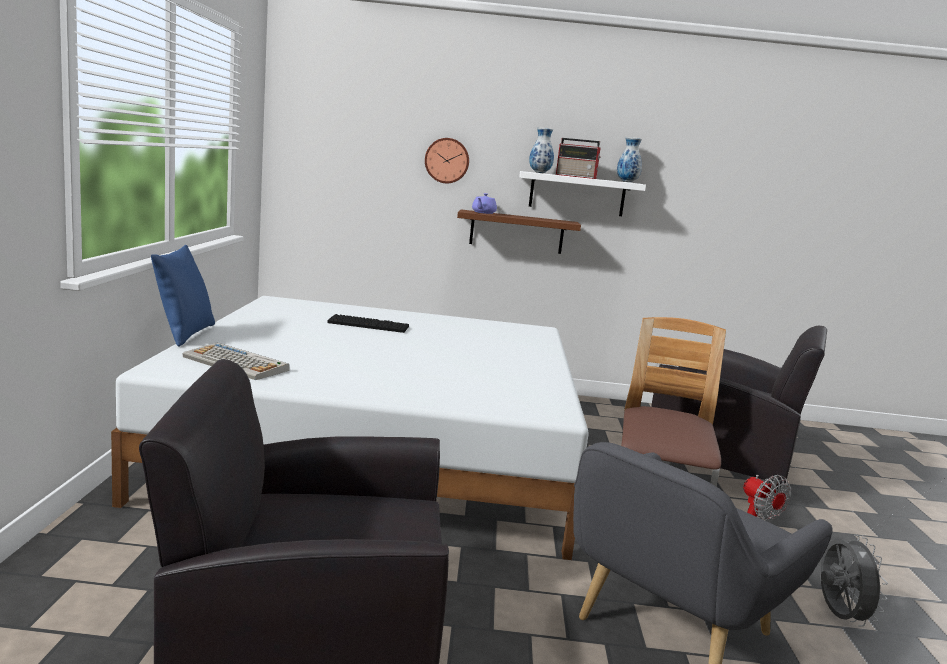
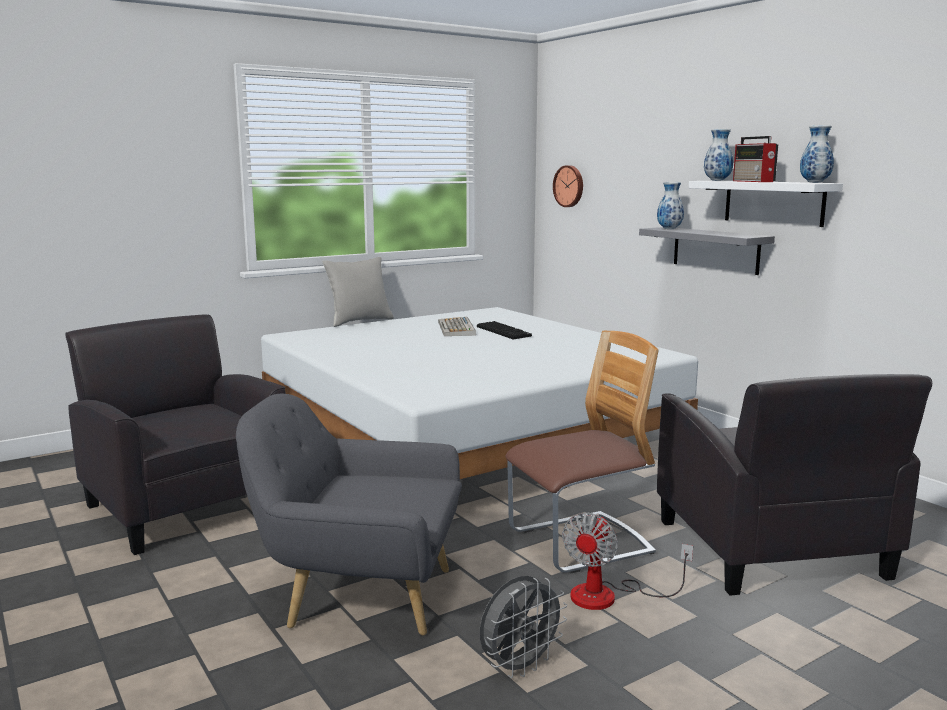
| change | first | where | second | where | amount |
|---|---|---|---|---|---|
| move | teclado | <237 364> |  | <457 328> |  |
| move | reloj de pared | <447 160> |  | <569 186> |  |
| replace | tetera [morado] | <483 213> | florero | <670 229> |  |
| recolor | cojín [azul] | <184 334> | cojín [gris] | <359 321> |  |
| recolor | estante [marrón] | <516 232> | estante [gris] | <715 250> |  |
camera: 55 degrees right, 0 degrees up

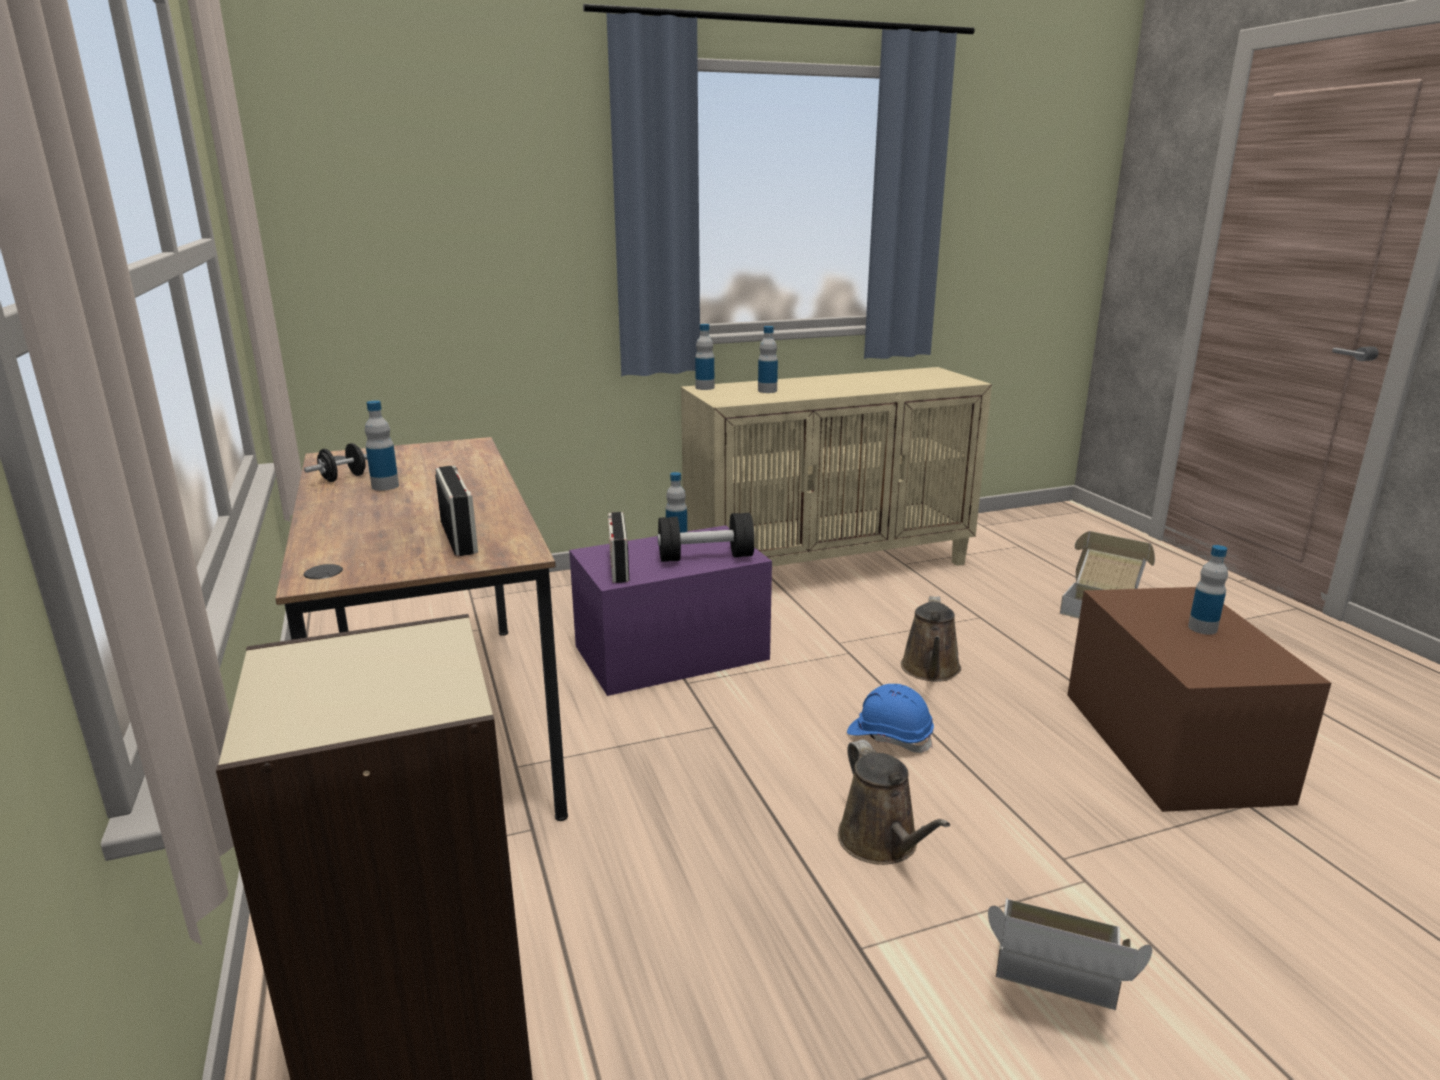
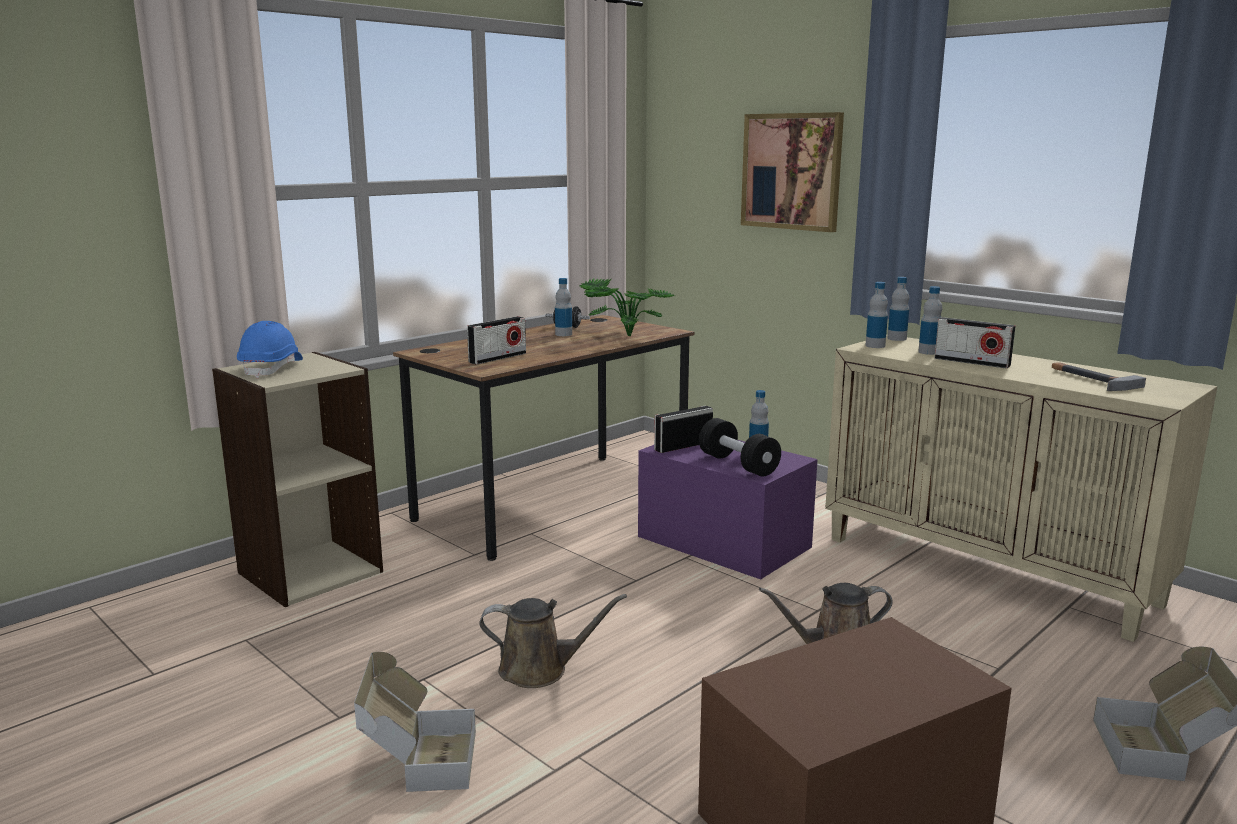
| change | first | where | second | where | amount |
|---|---|---|---|---|---|
| insert |  |  | planta en maceta | <623 336> |  |
| insert |  |  | cuadro | <791 171> |  |
| insert |  |  | radio | <971 362> |  |
| insert |  |  | martillo | <1089 379> |  |
| move | casco [azul] | <889 737> |  | <272 369> |  |
| move | botella | <1202 628> |  | <875 346> |  |
| rotate | regadera [marrón] | <882 843> |  | <540 670> | 135 degrees counterclockwise |
camera: 65 degrees right, 5 degrees down

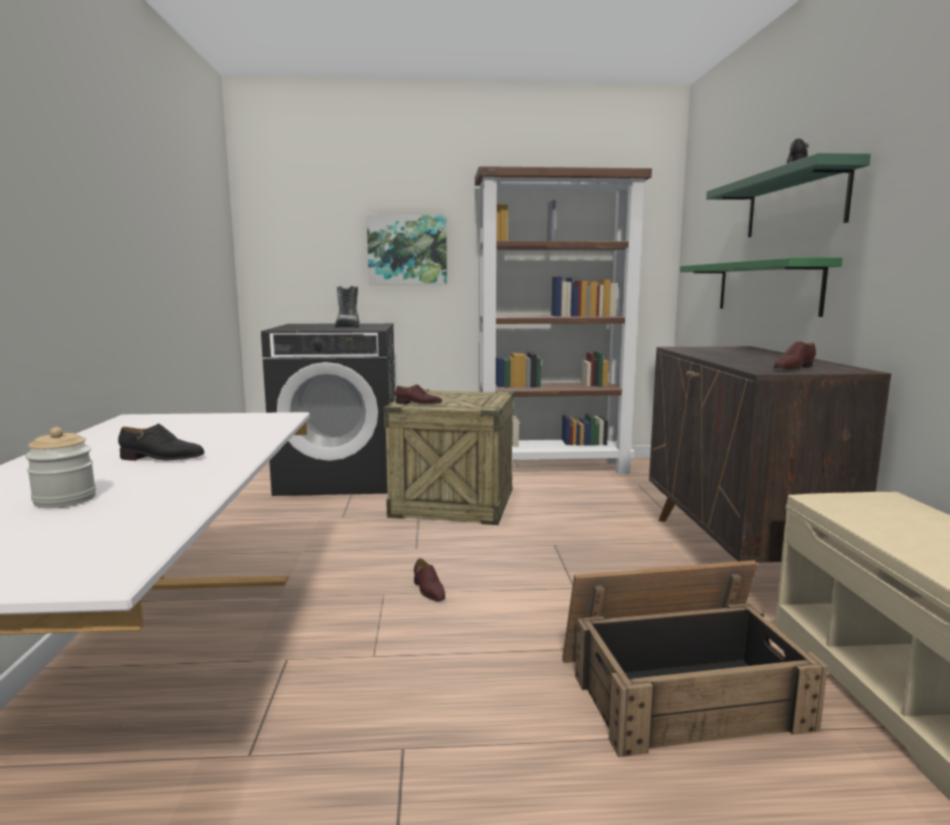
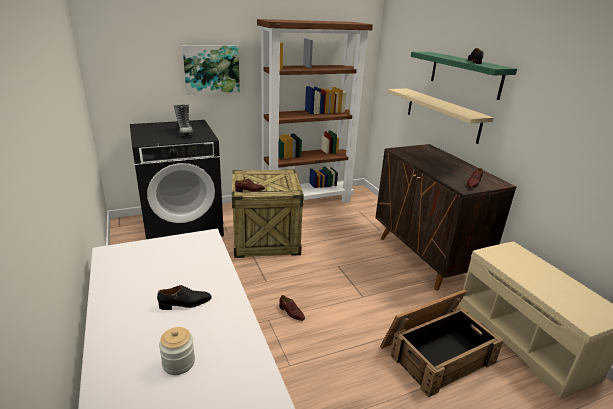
| change | first | where | second | where | amount |
|---|---|---|---|---|---|
| recolor | estante [verde] | <766 287> | estante [beis] | <442 114> |  |
camera: 20 degrees left, 15 degrees up

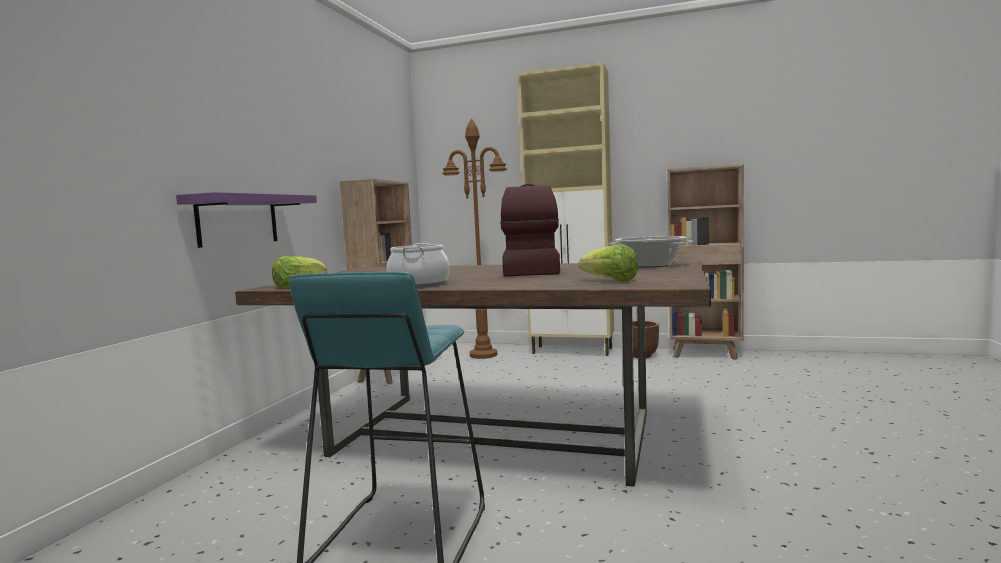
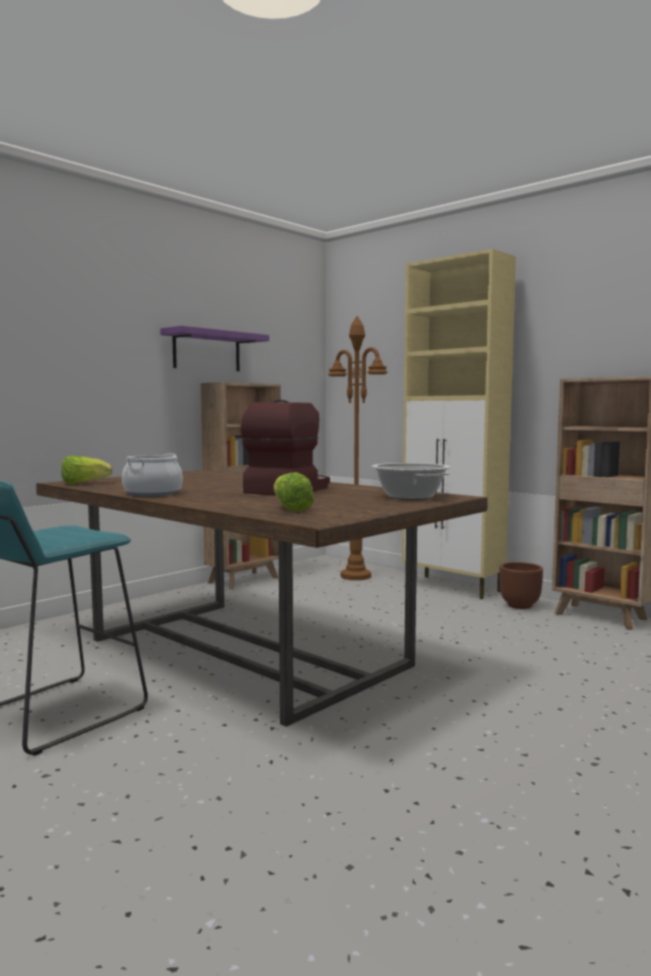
| change | first | where | second | where | amount |
|---|---|---|---|---|---|
| move | estante [morado] | <238 220> |  | <207 351> |  |
camera: 25 degrees right, 0 degrees up

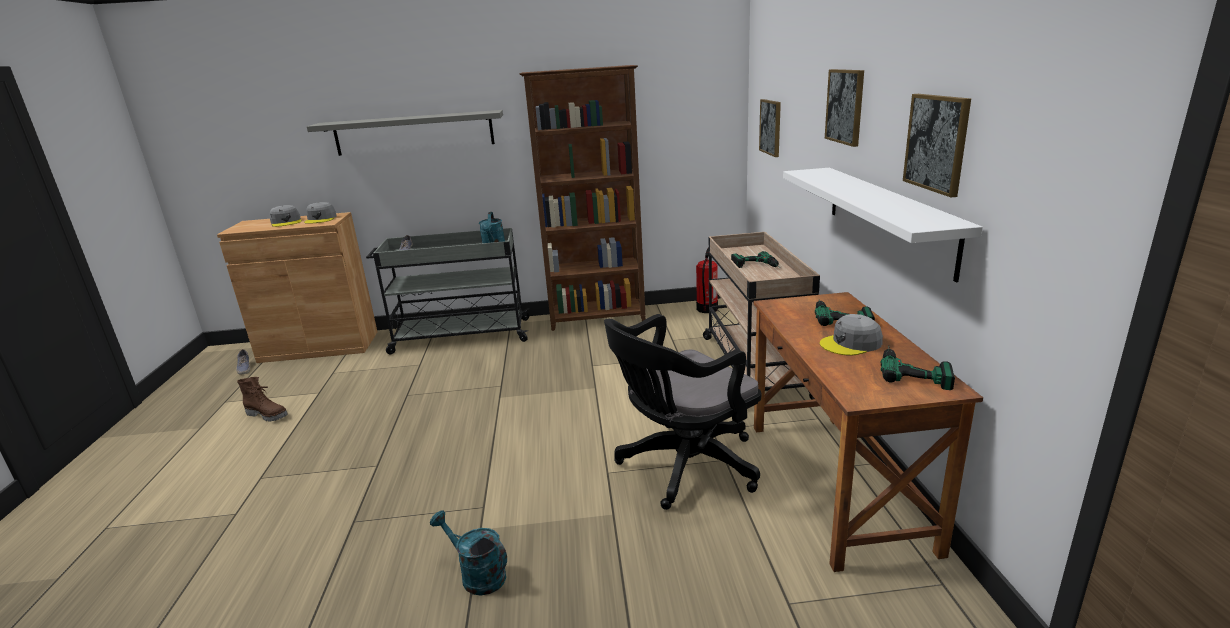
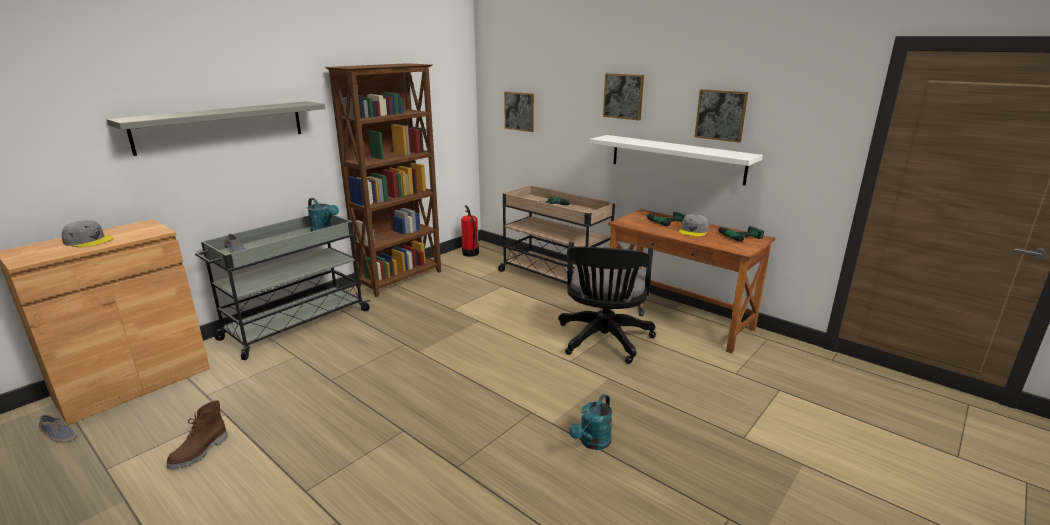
| change | first | where | second | where | amount |
|---|---|---|---|---|---|
| delete | gorra [gris] | <321 219> |  |  |  |
| rotate | bota [marrón] | <268 415> |  | <200 452> | 135 degrees clockwise |
| rotate | regadera [turquesa] | <477 575> |  | <592 443> | 45 degrees counterclockwise |
camera: 45 degrees left, 0 degrees up

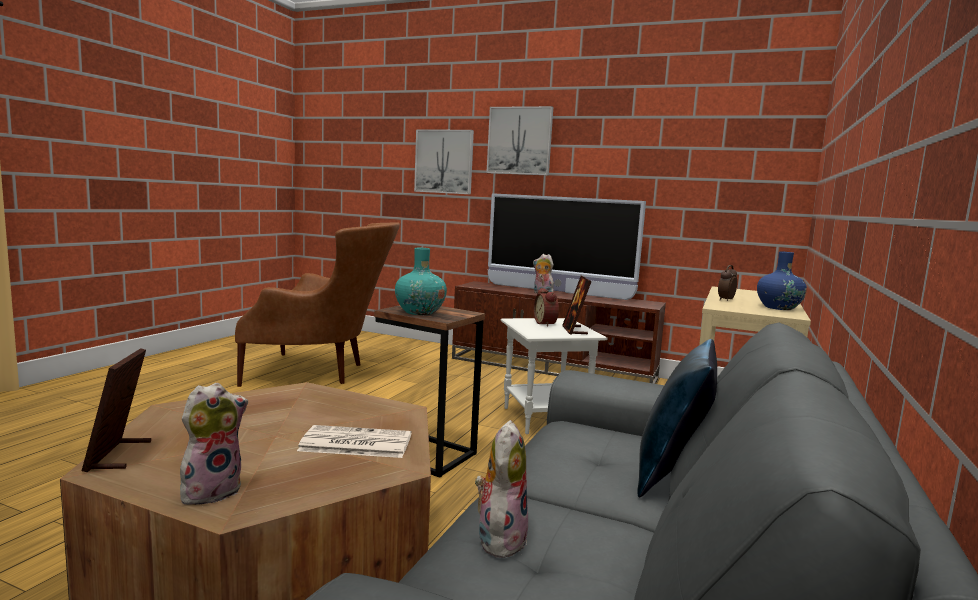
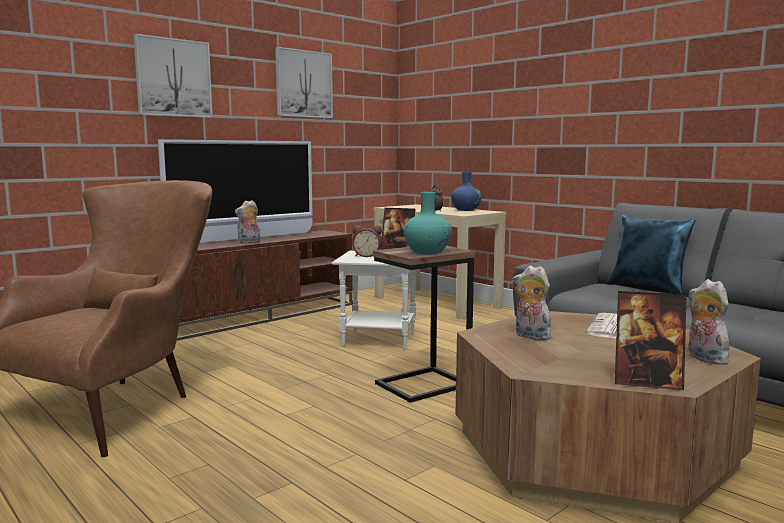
| change | first | where | second | where | amount |
|---|---|---|---|---|---|
| move | cuadro | <444 161> |  | <303 84> |  |
| move | peluche | <499 538> |  | <530 336> |  |
camera: 65 degrees left, 0 degrees up

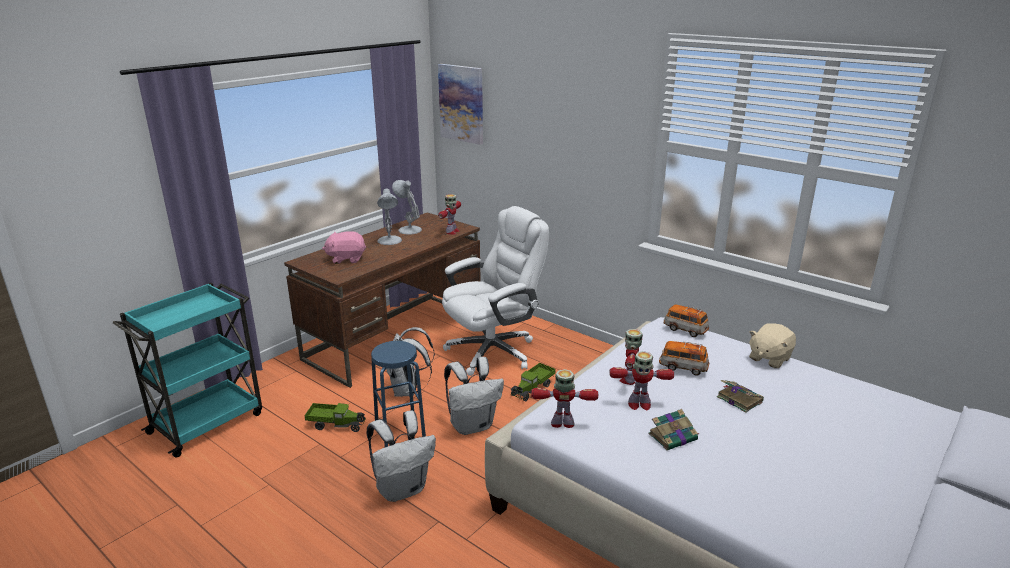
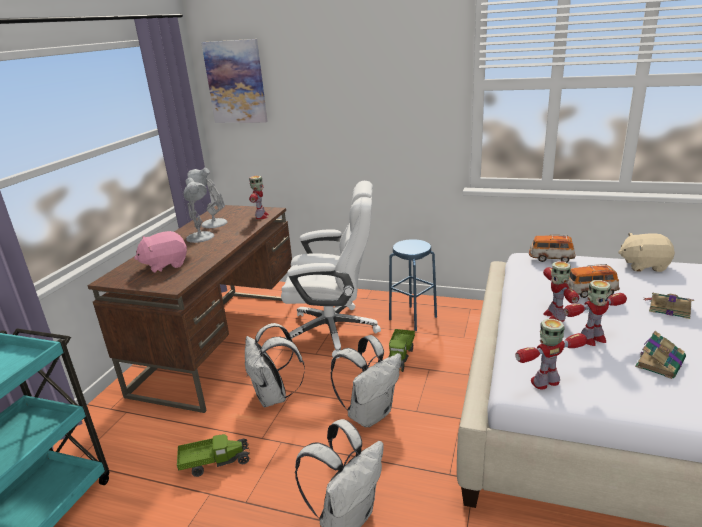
| change | first | where | second | where | amount |
|---|---|---|---|---|---|
| move | taburete [azul] | <400 431> |  | <413 318> |  |
| rotate | silla de oficina [blanco] | <493 351> |  | <334 330> | 60 degrees clockwise |
| rotate | peluche [beis] | <769 358> |  | <643 265> | 75 degrees clockwise |
camera: 20 degrees left, 0 degrees up

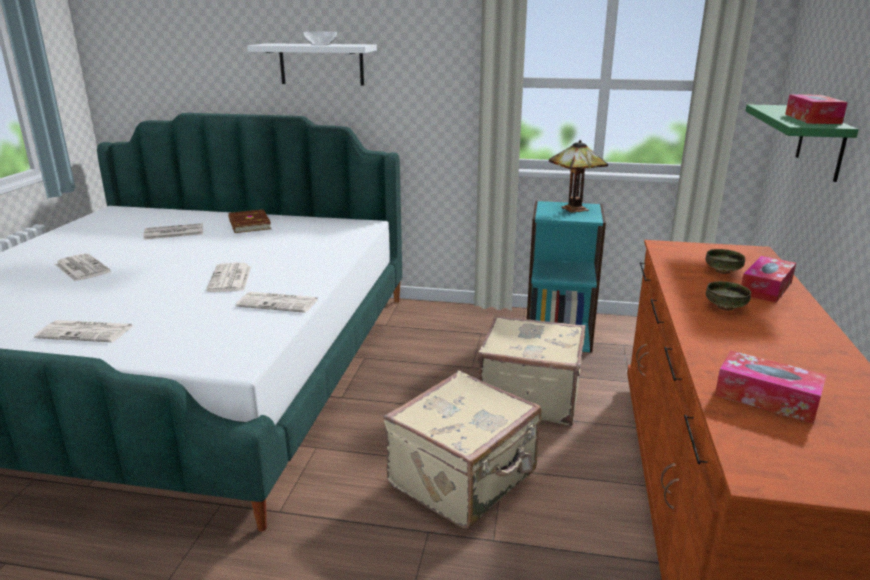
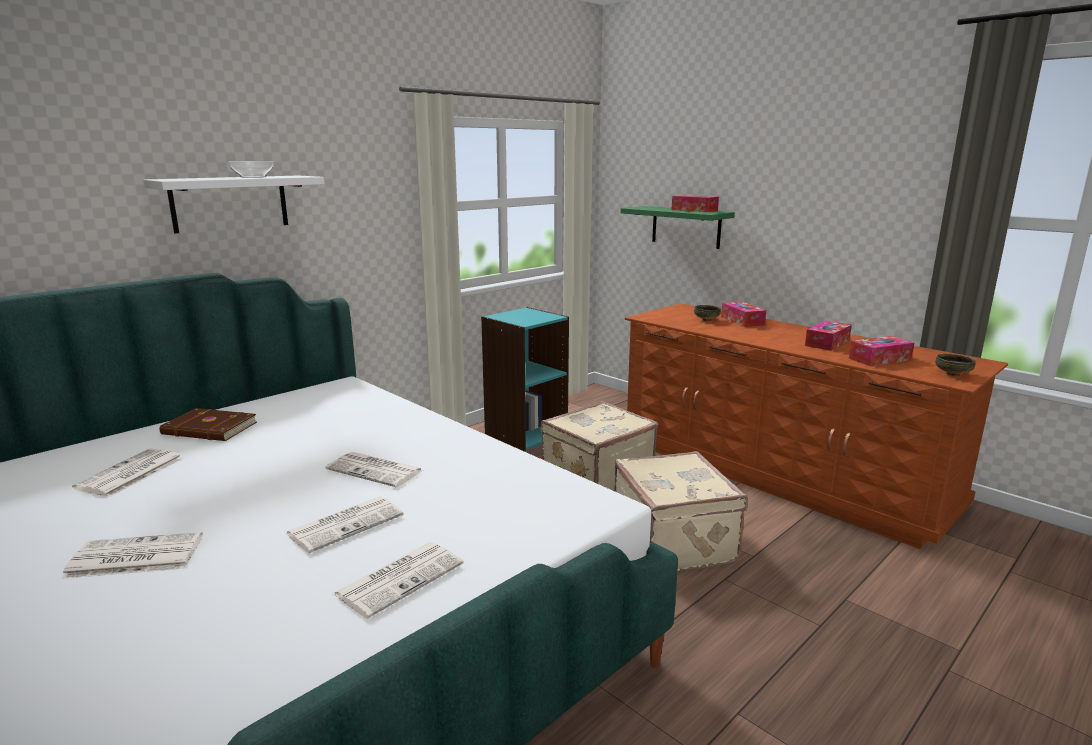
| change | first | where | second | where | amount |
|---|---|---|---|---|---|
| delete | lámpara de mesa | <573 209> |  |  |  |
| insert |  |  | caja de pañuelos | <827 343> |  |
| move | periódico | <279 303> |  | <346 524> |  |
| move | cuenco | <724 307> |  | <952 374> |  |
camera: 55 degrees left, 5 degrees down

